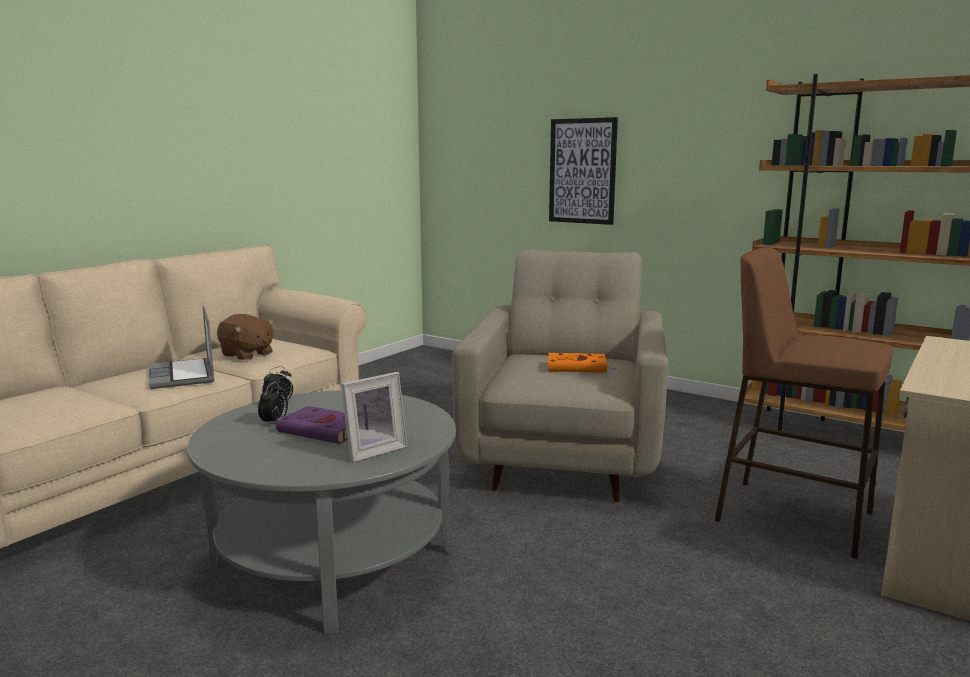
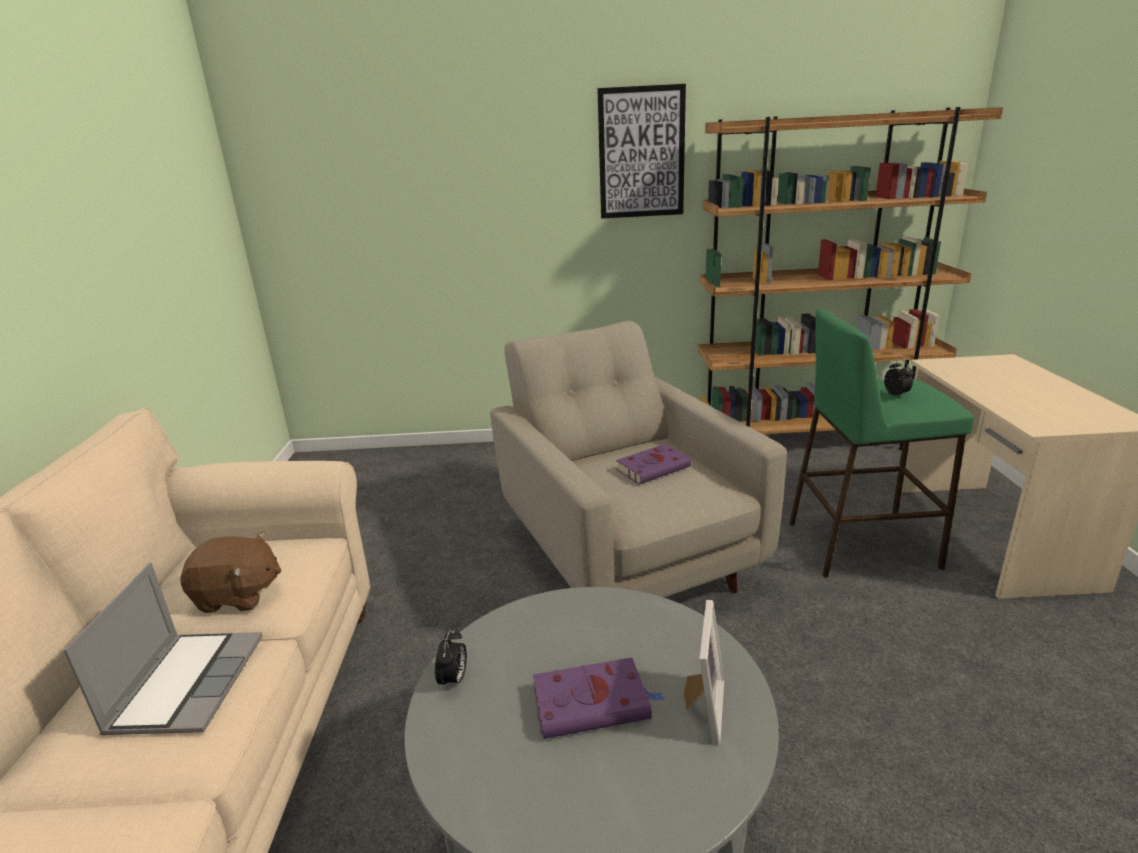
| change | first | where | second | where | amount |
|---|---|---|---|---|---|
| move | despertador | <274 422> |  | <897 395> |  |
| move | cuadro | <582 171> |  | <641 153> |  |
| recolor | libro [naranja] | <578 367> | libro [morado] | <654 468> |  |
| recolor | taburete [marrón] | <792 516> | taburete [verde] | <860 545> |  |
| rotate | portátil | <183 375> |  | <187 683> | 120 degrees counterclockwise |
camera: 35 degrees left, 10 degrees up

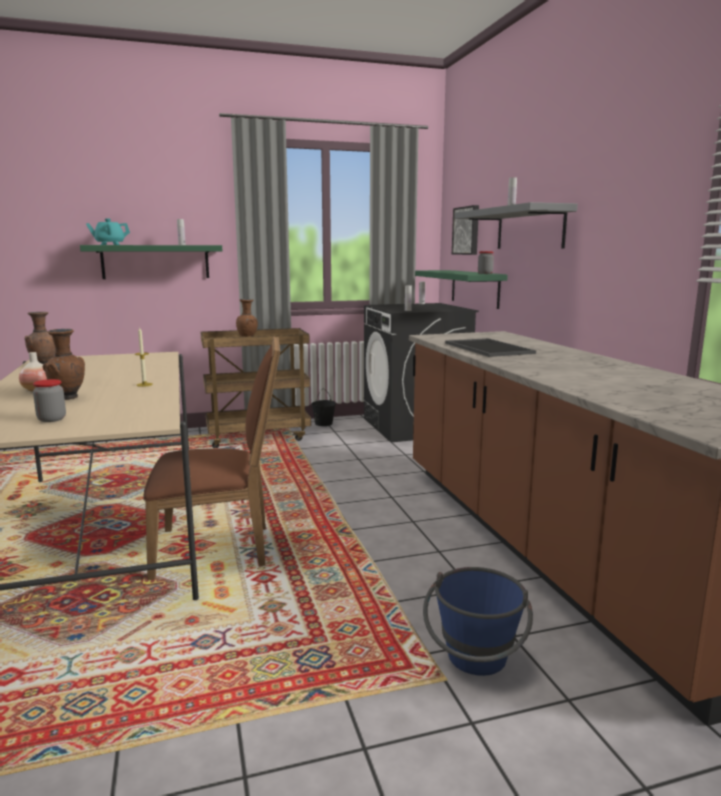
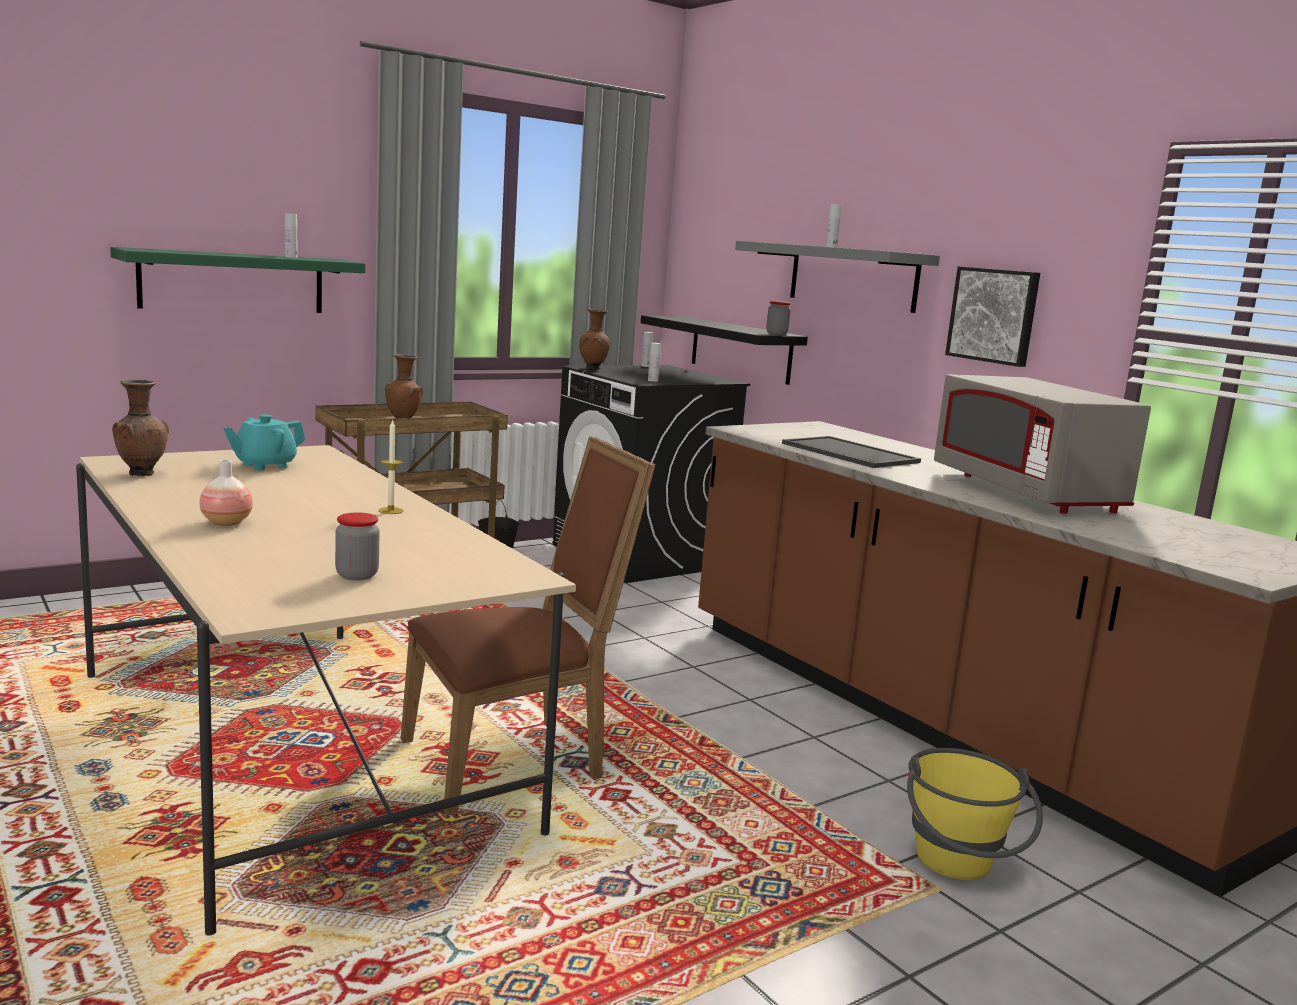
| change | first | where | second | where | amount |
|---|---|---|---|---|---|
| insert |  |  | microondas [gris] | <1026 492> |  |
| move | florero [marrón] | <68 398> |  | <593 369> |  |
| move | tetera [turquesa] | <109 244> |  | <265 465> |  |
| move | cuadro | <467 230> |  | <994 315> |  |
| recolor | estante [verde] | <474 288> | estante [negro] | <740 349> |  |
| recolor | cubo [azul] | <475 664> | cubo [amarillo] | <958 868> |  |
camera: 20 degrees left, 0 degrees up

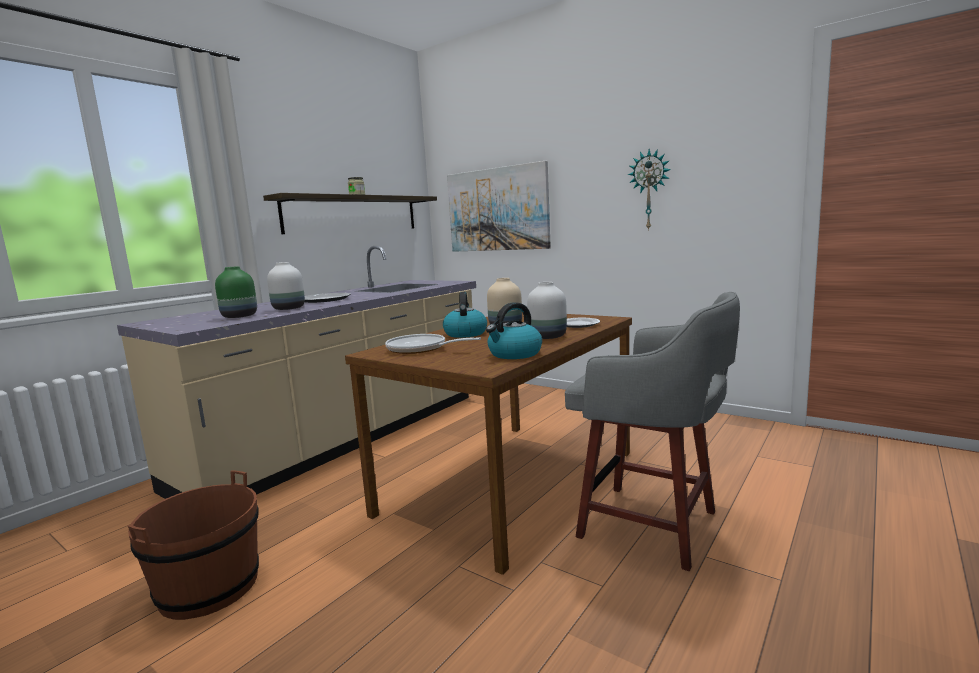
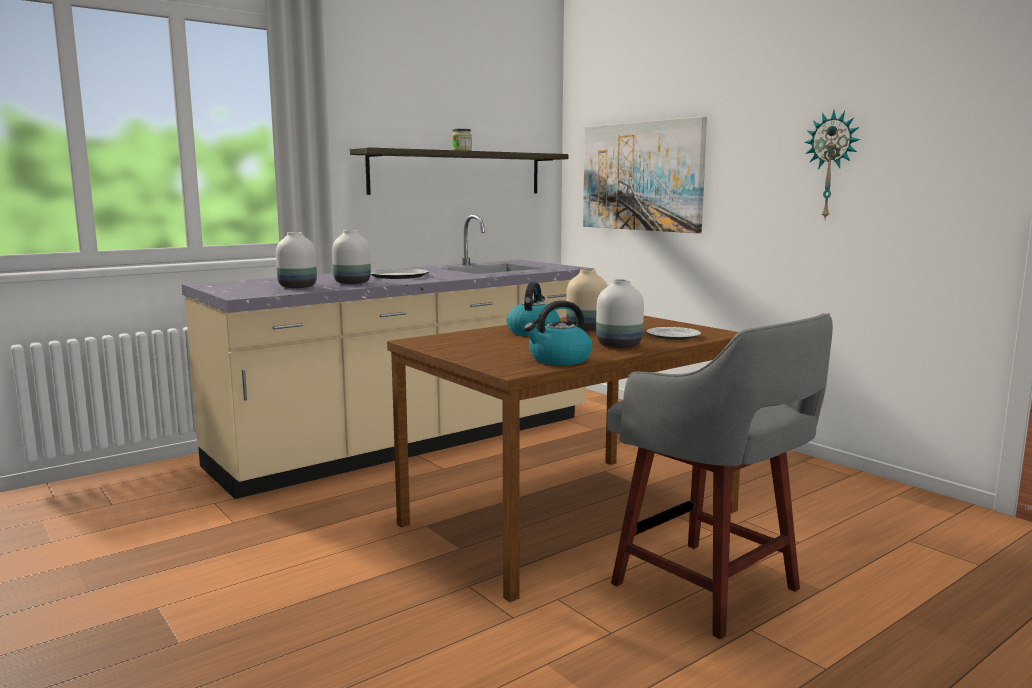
| change | first | where | second | where | amount |
|---|---|---|---|---|---|
| delete | cubo [marrón] | <209 587> |  |  |  |
| delete | sartén | <421 349> |  |  |  |
| recolor | florero [verde] | <240 316> | florero [blanco] | <298 287> |  |
camera: 15 degrees right, 0 degrees up

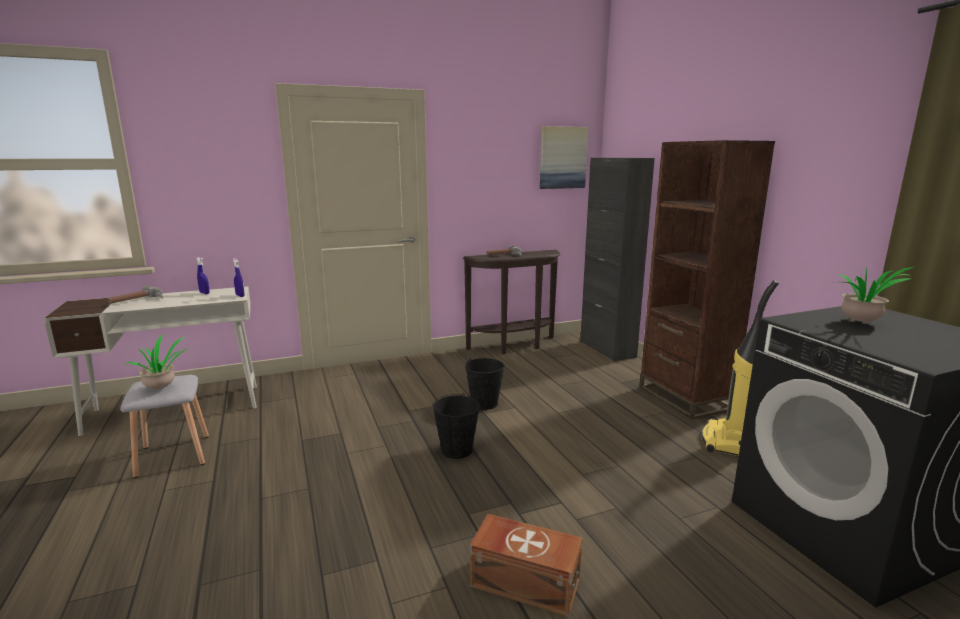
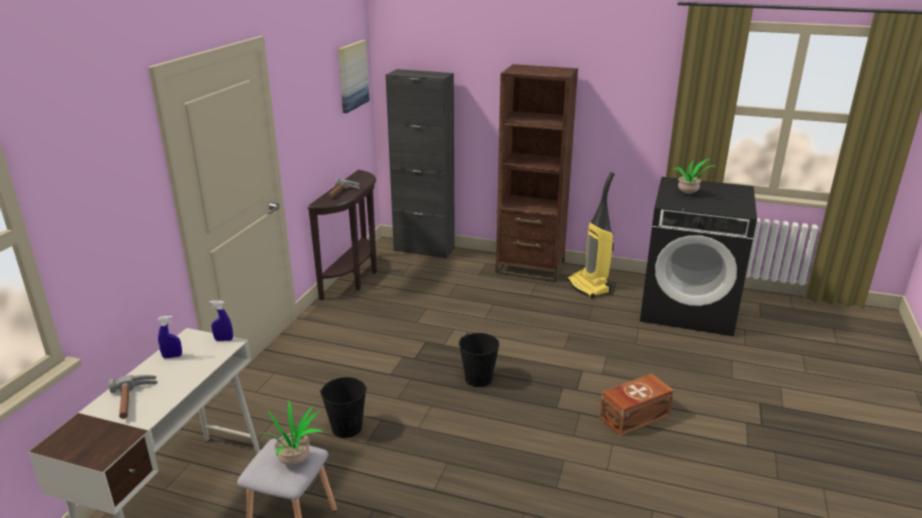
| change | first | where | second | where | amount |
|---|---|---|---|---|---|
| move | cubo [negro] | <484 403> |  | <346 427> |  |
camera: 50 degrees left, 10 degrees up

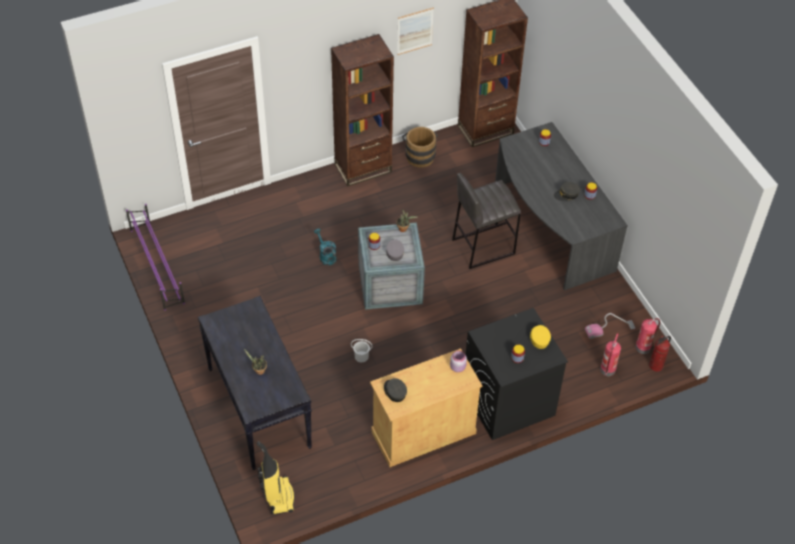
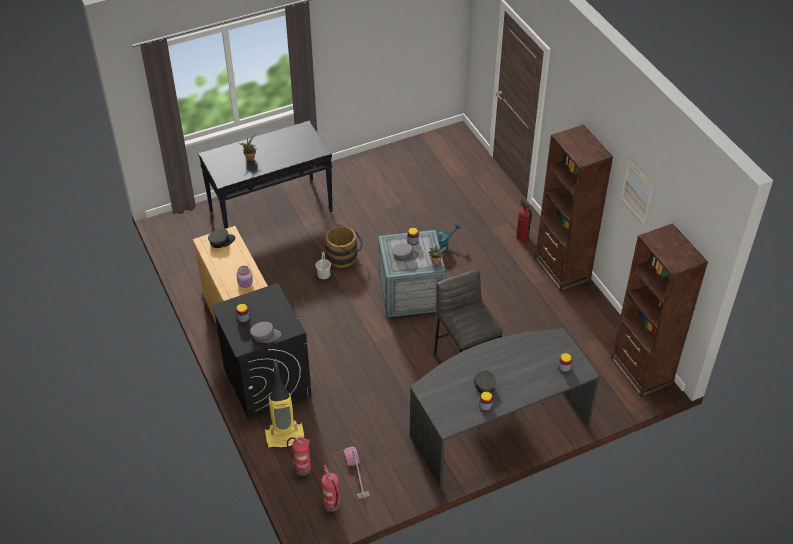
| change | first | where | second | where | amount |
|---|---|---|---|---|---|
| delete | zapatero [morado] | <157 266> |  |  |  |
| move | aspiradora | <278 496> |  | <285 436> |  |
| move | cubo [marrón] | <419 155> |  | <344 257> |  |
| move | extintor | <656 366> |  | <522 237> |  |
| recolor | gorra [amarillo] | <539 339> | gorra [gris] | <265 335> |  |
camera: 90 degrees right, 5 degrees down

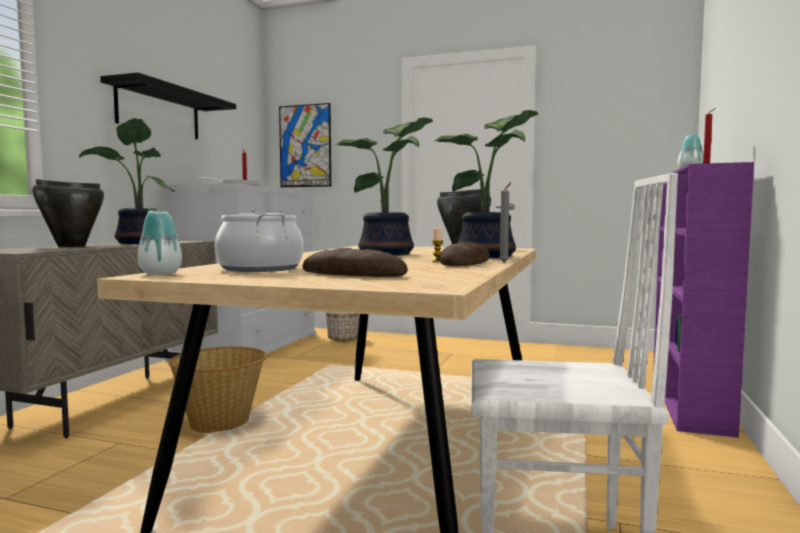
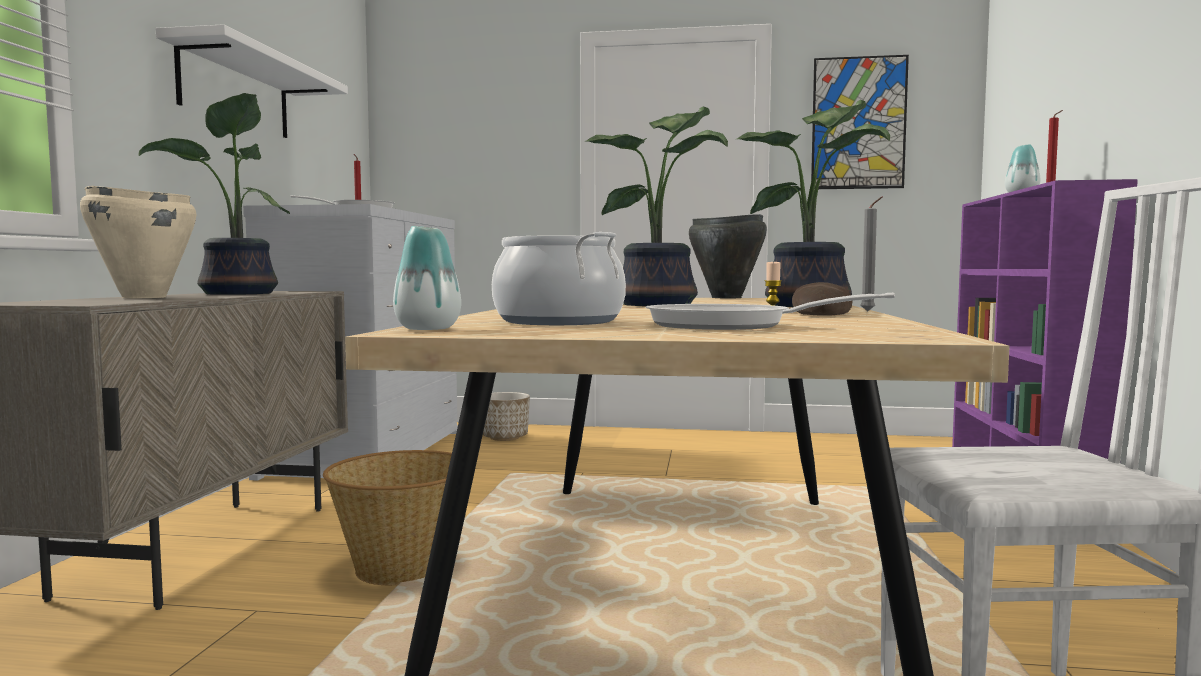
| change | first | where | second | where | amount |
|---|---|---|---|---|---|
| move | cuadro | <305 146> |  | <858 123> |  |
| replace | pan | <353 274> | sartén | <731 325> |  |
| recolor | olla [negro] | <71 246> | olla [beis] | <143 297> |  |
| recolor | estante [negro] | <159 112> | estante [blanco] | <236 92> |  |
camera: 10 degrees left, 0 degrees up

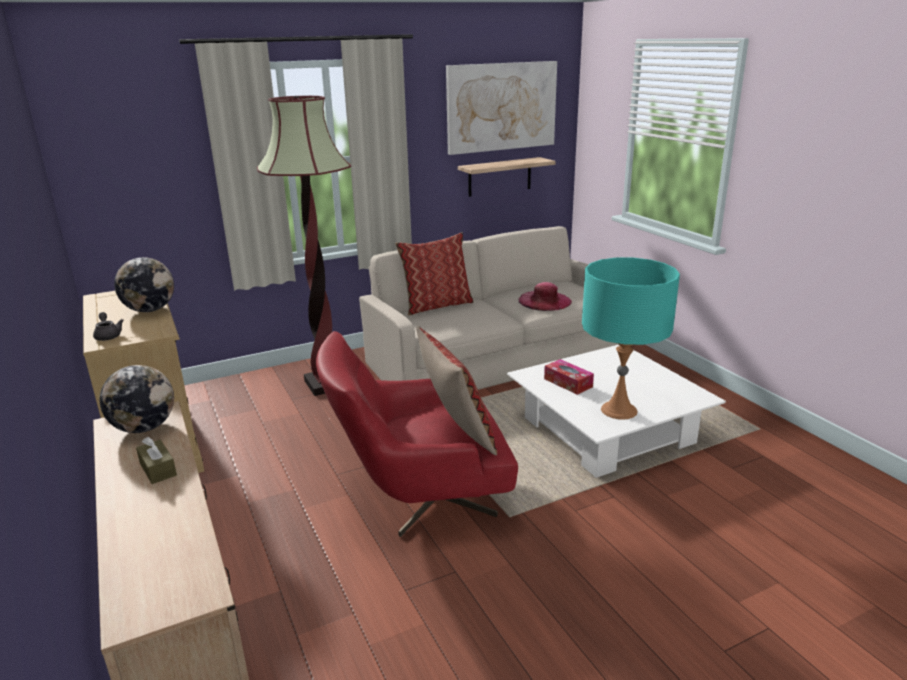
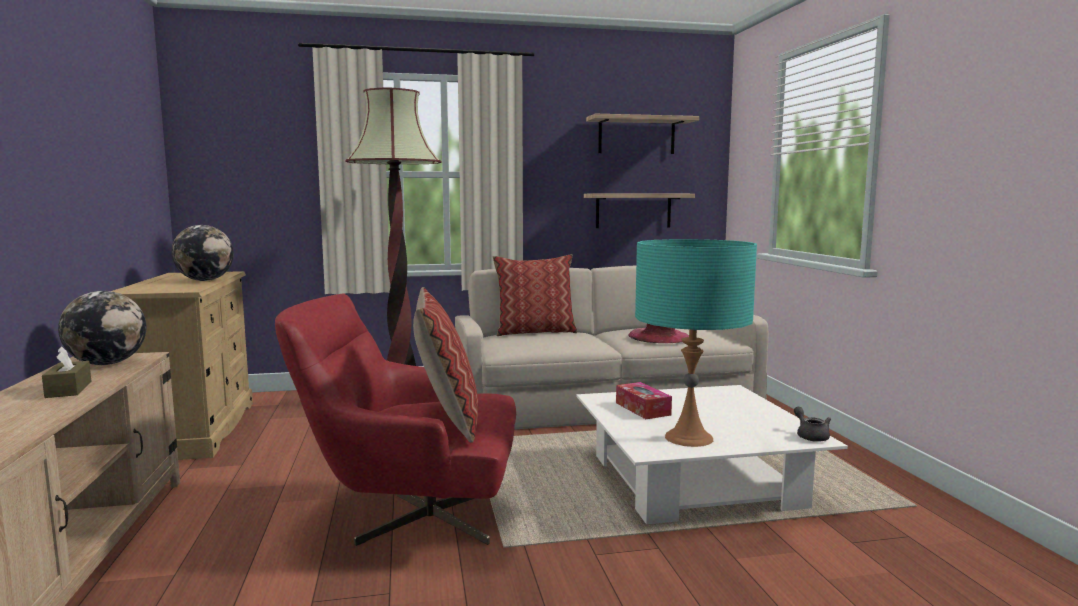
| change | first | where | second | where | amount |
|---|---|---|---|---|---|
| move | tetera [gris] | <108 335> |  | <810 436> |  |
| replace | cuadro | <501 107> | estante | <636 136> |  |
camera: 15 degrees right, 15 degrees down

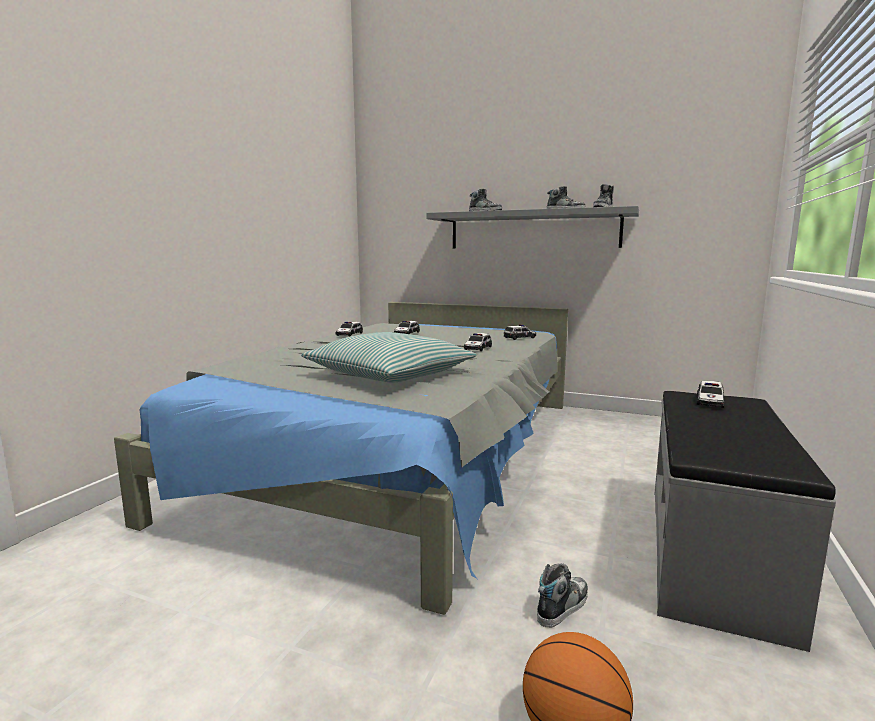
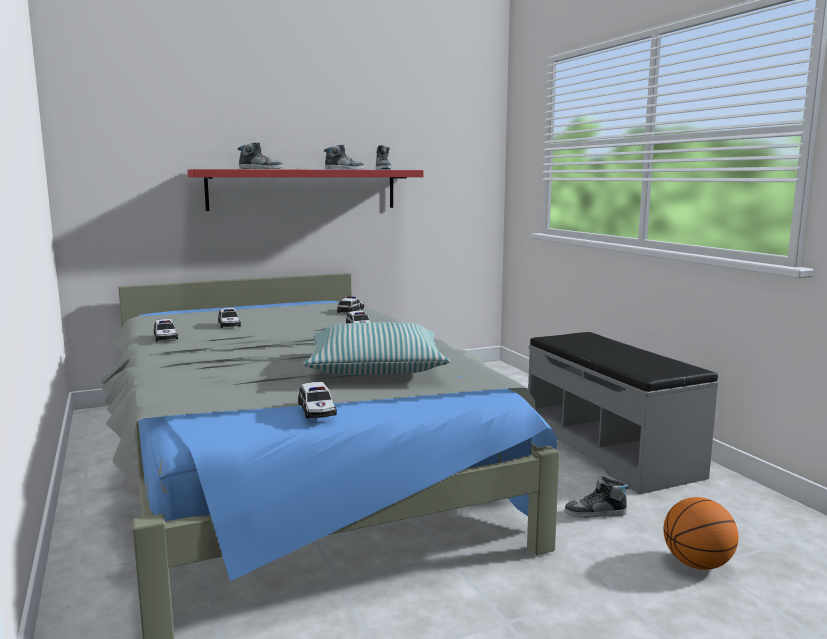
| change | first | where | second | where | amount |
|---|---|---|---|---|---|
| move | coche de juguete | <709 402> |  | <317 410> |  |
| recolor | estante [gris] | <533 230> | estante [rojo] | <303 189> |  |
| rotate | zapato | <562 606> |  | <595 513> | 90 degrees counterclockwise |
camera: 45 degrees left, 0 degrees up

